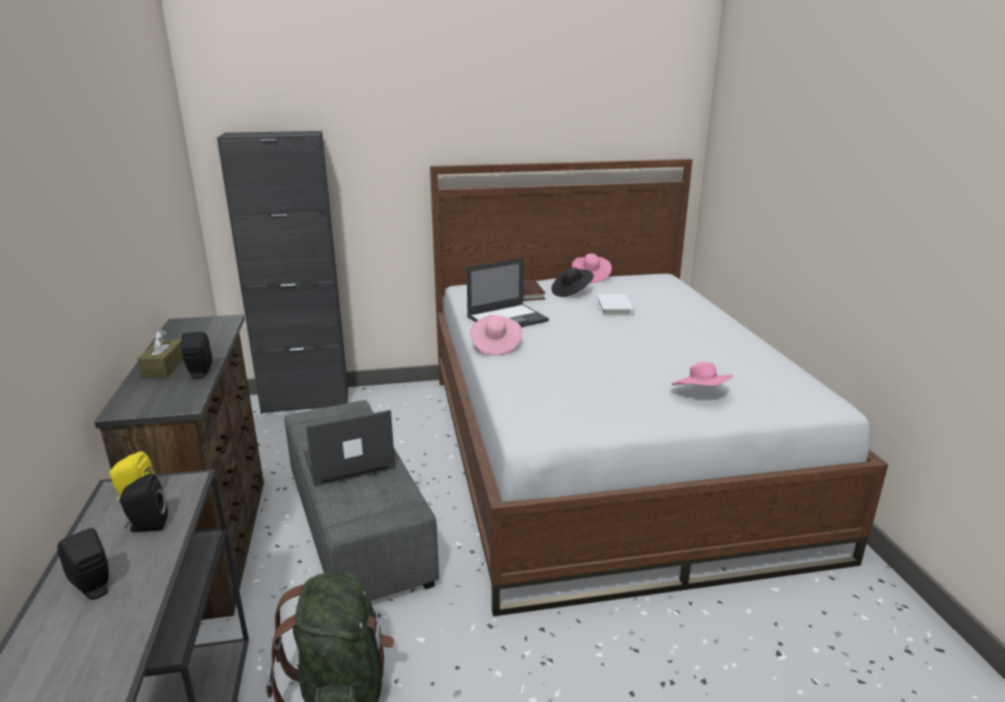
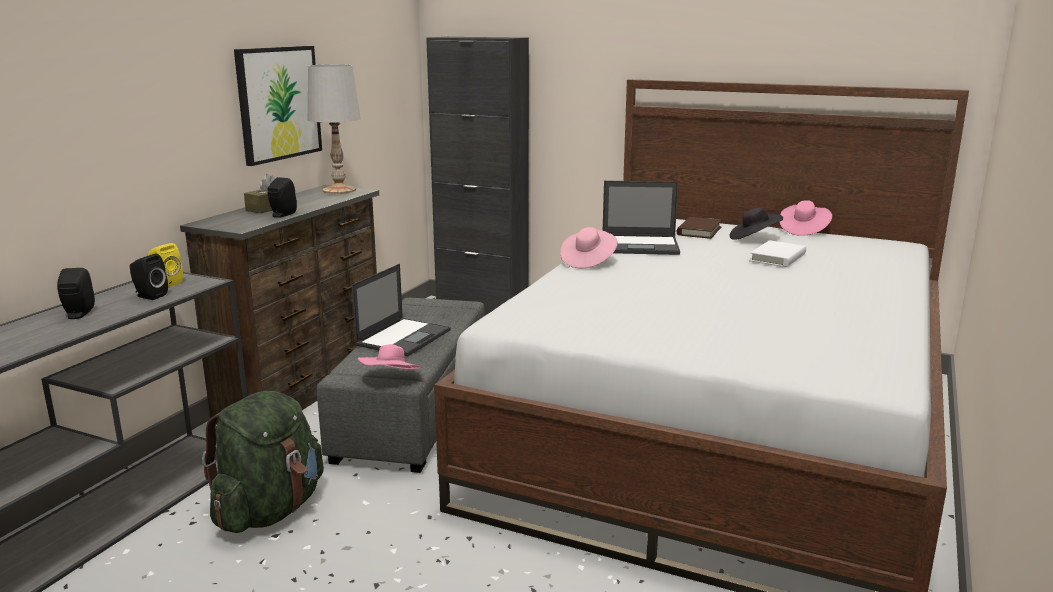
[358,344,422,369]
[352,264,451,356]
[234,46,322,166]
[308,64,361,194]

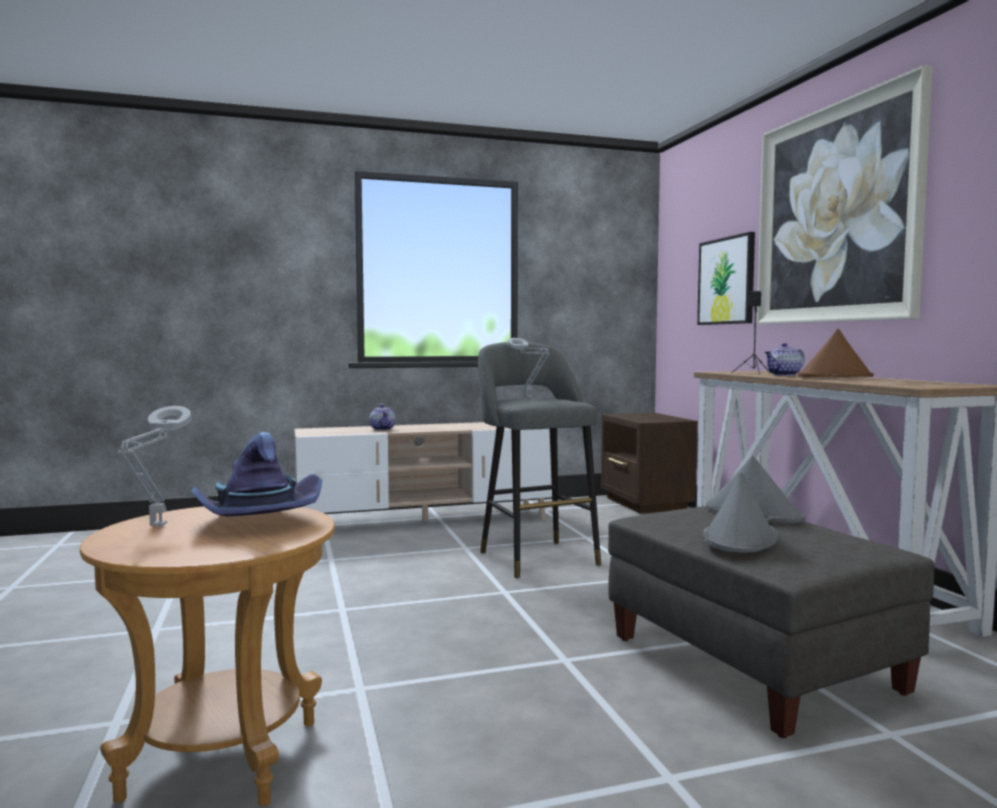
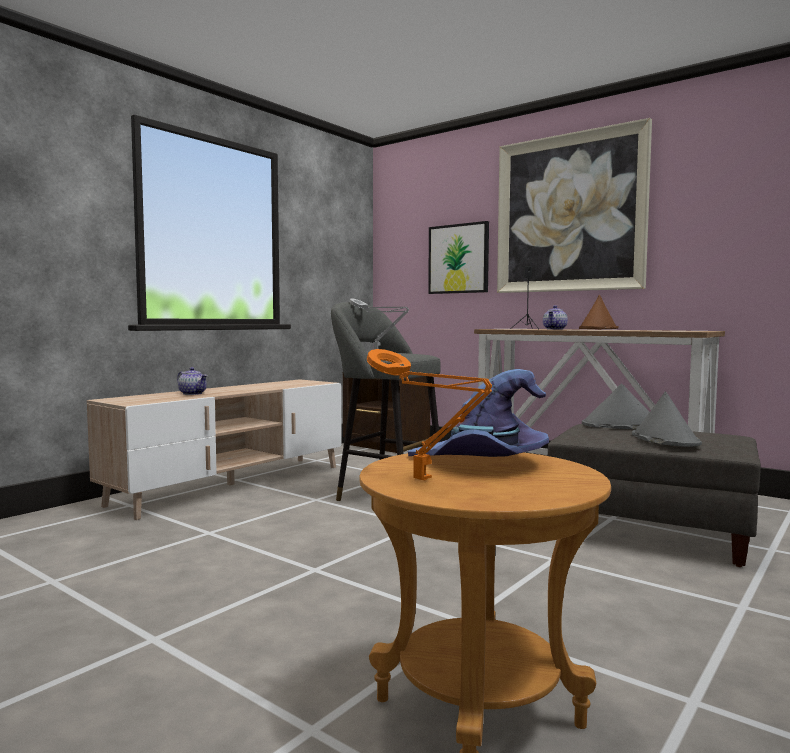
[367,349,492,480]

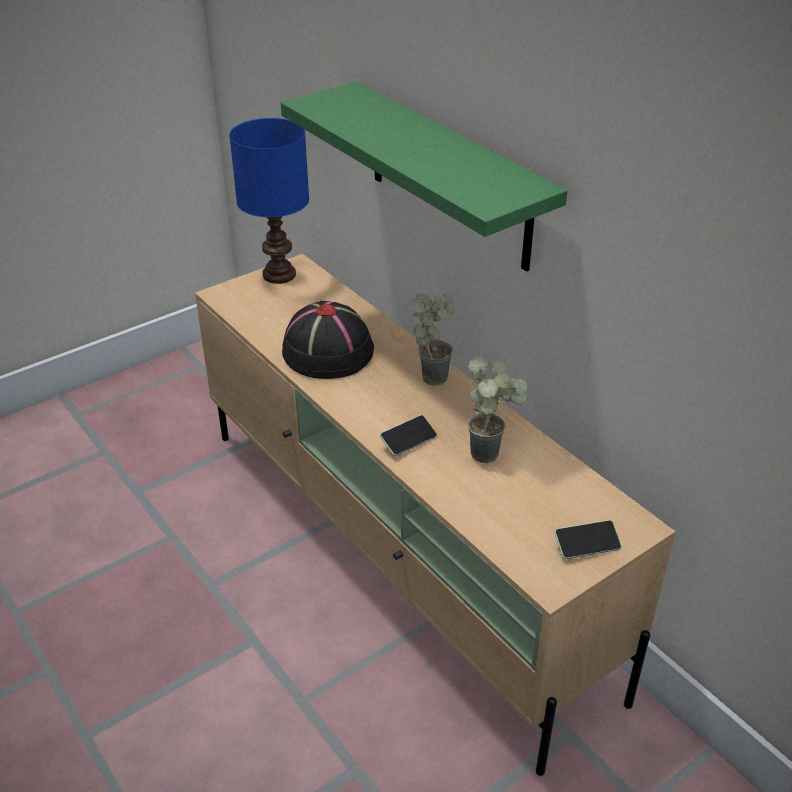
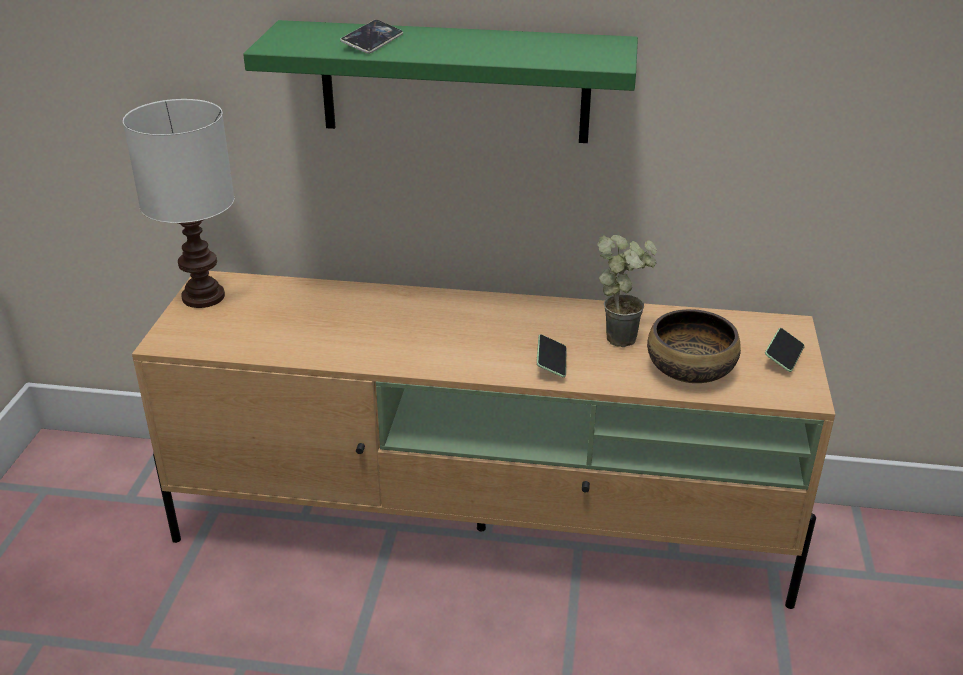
[123,99,234,308]
[411,292,454,386] (first image)
[282,301,374,379] (first image)
[340,20,403,54]
[647,309,741,383]

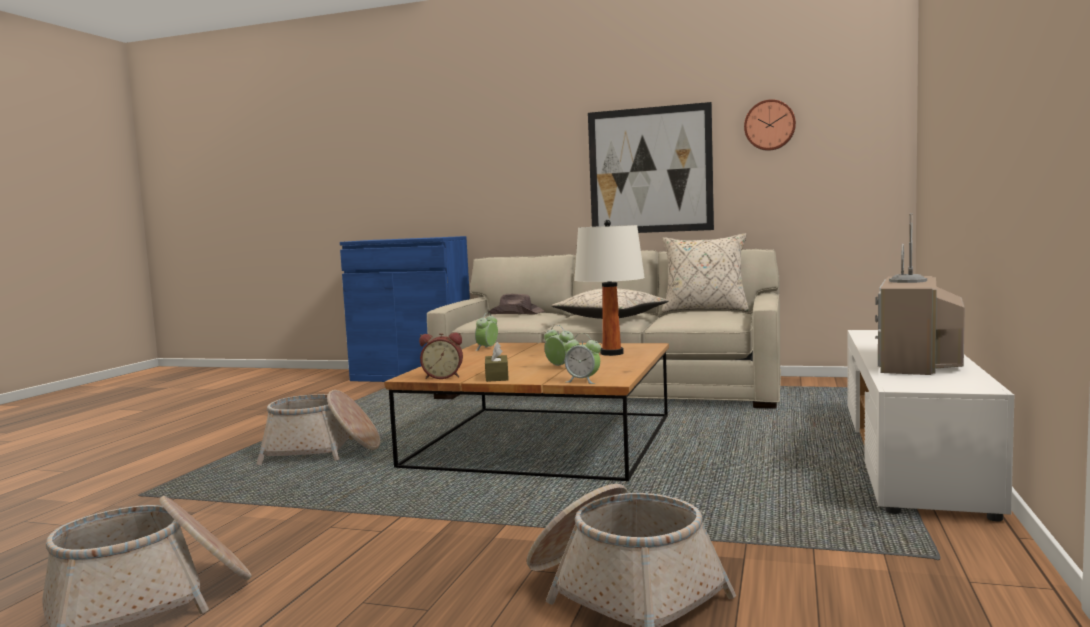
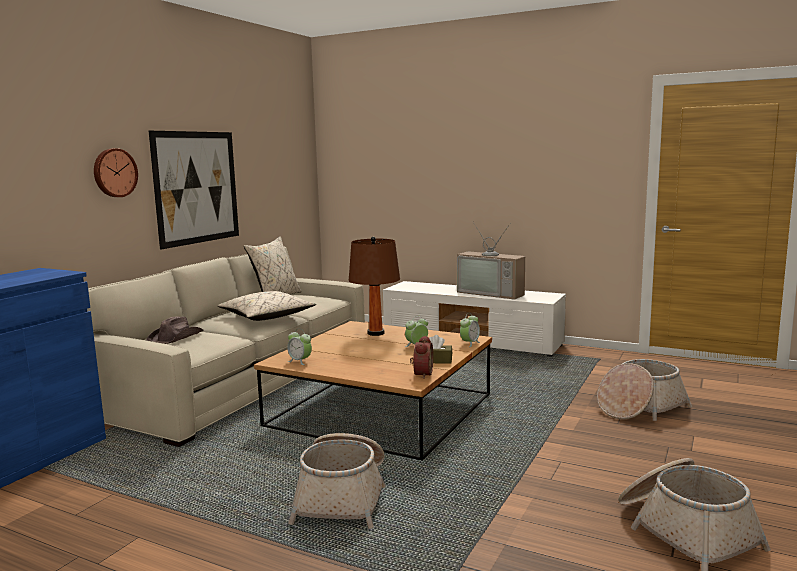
[94,148,138,197]
[348,237,400,336]

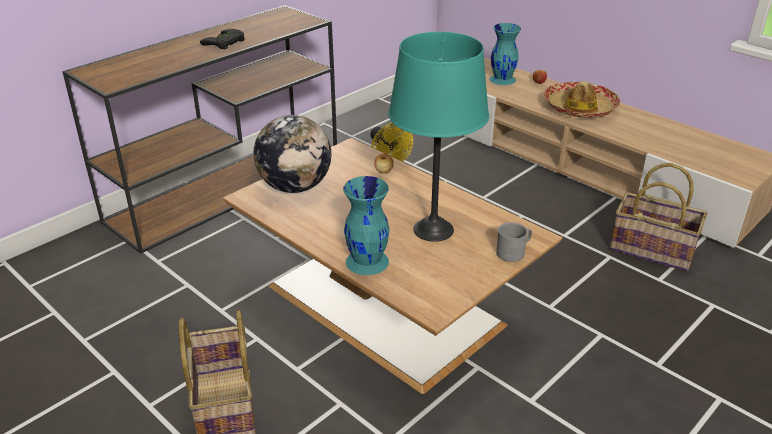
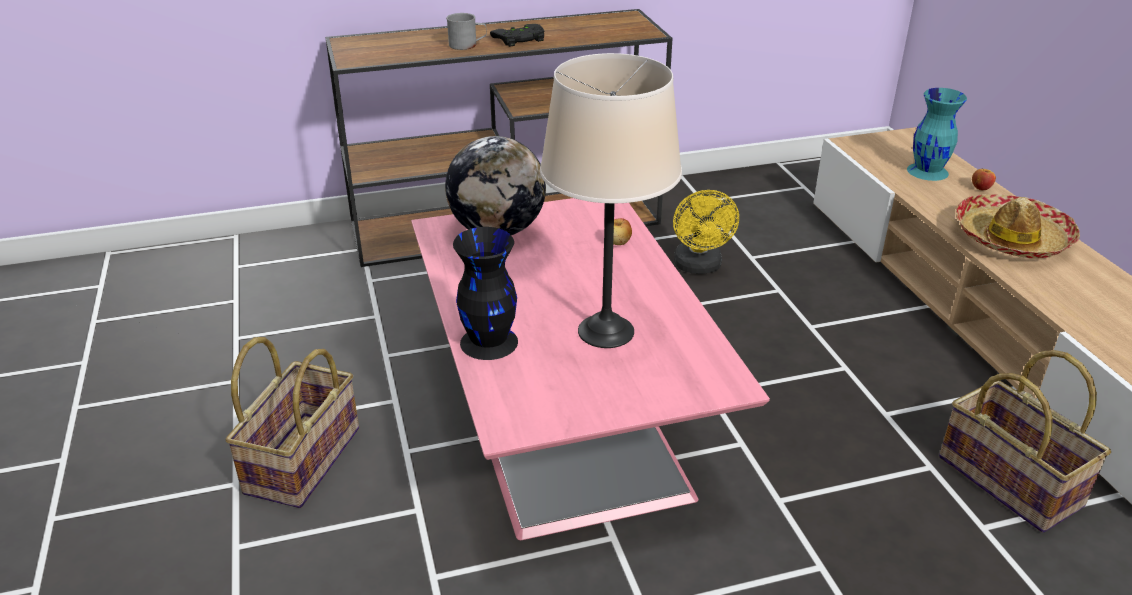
[540,53,682,348]
[411,198,770,540]
[453,227,518,360]
[446,13,487,50]

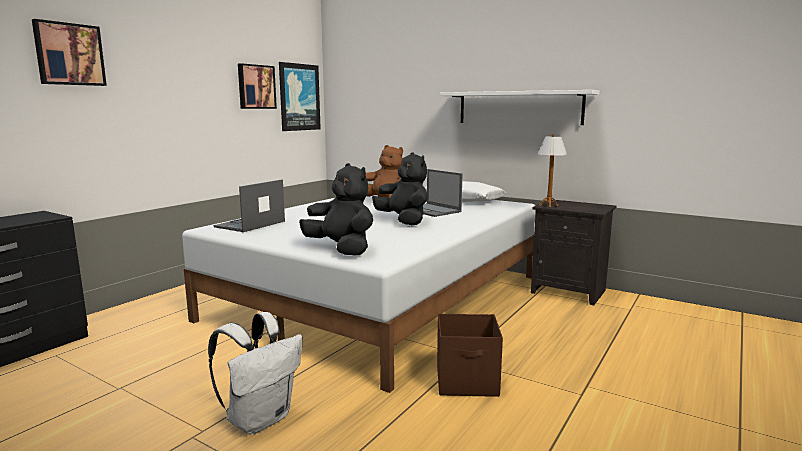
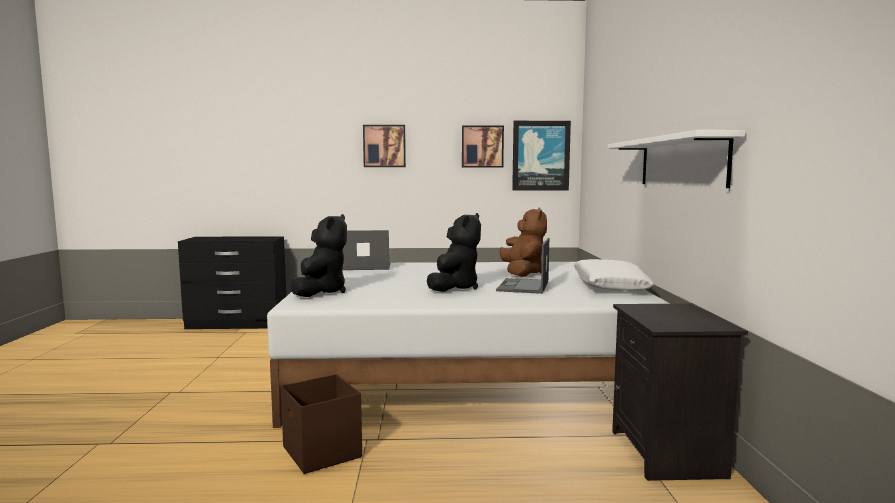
[363,125,406,167]
[538,134,567,208] (first image)
[208,312,303,434] (first image)

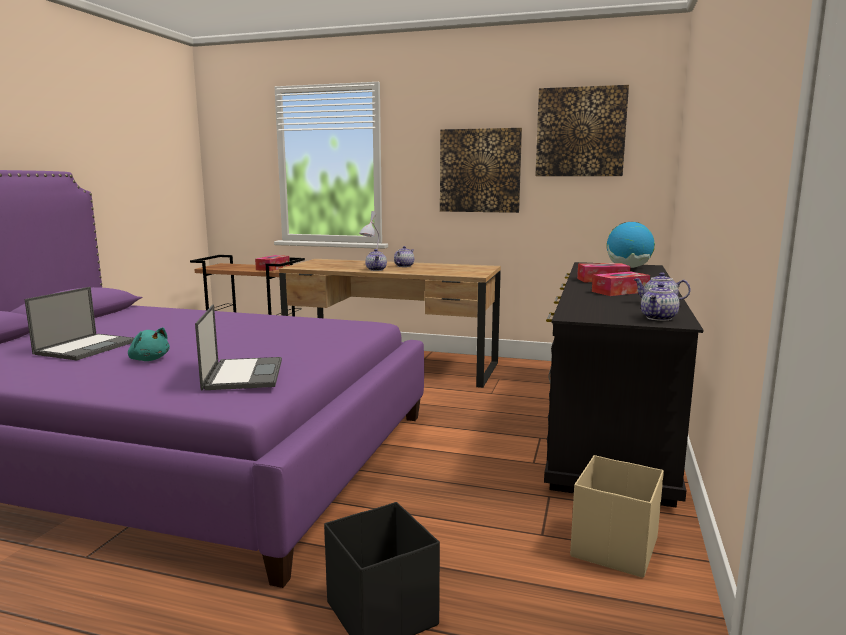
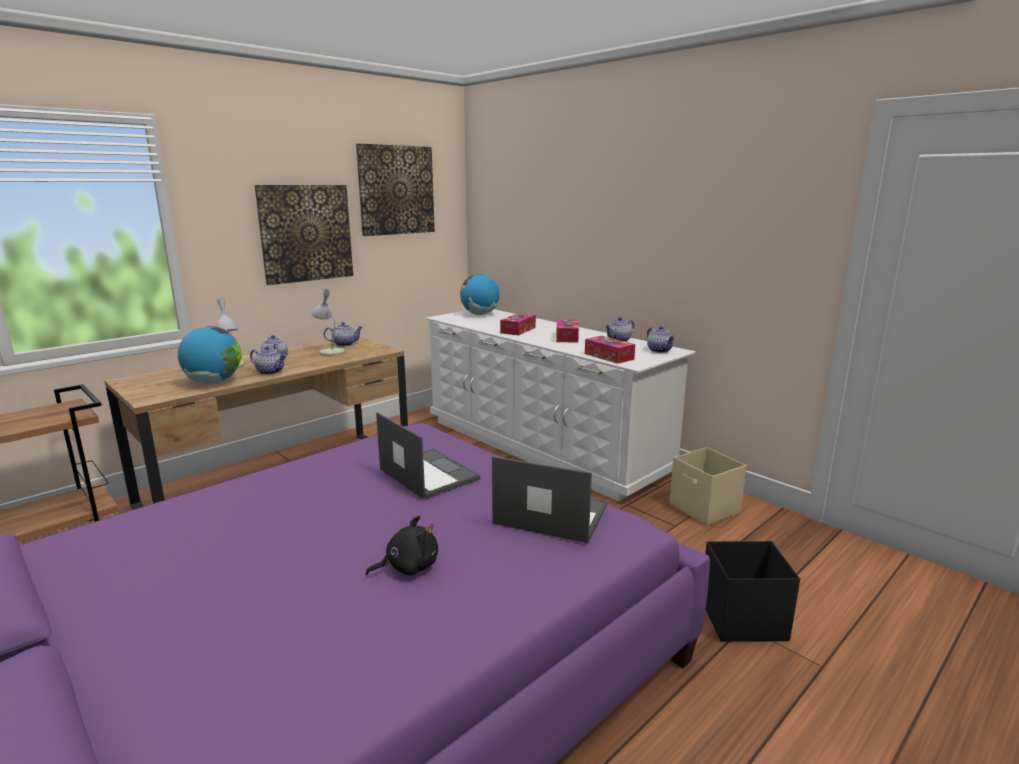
[585,336,635,364]
[425,309,696,502]
[376,412,480,500]
[366,516,438,576]
[311,289,345,357]
[324,322,363,346]
[178,326,241,384]

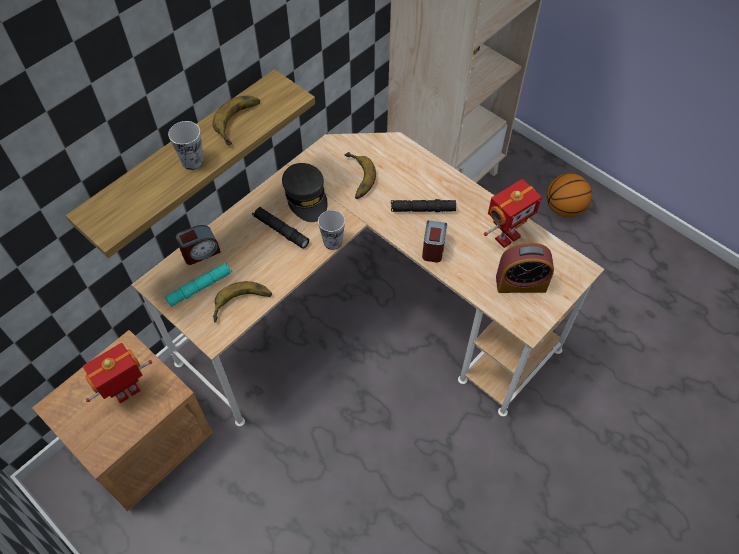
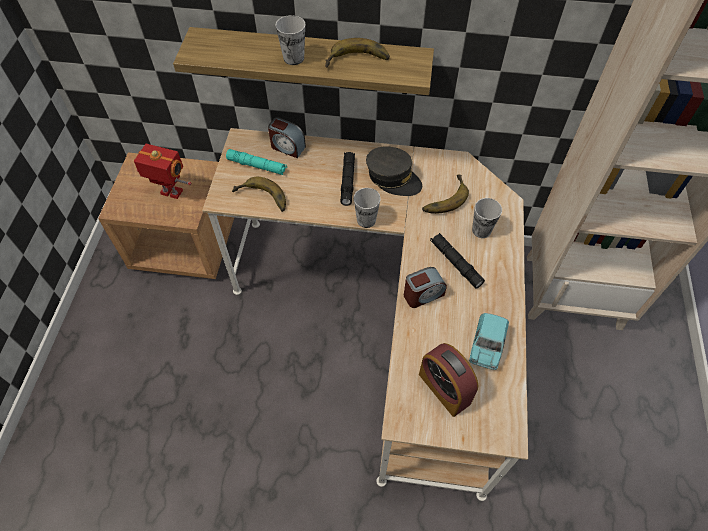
[366,146,422,196]
[547,173,592,217] (first image)
[469,313,509,370]
[472,198,502,238]

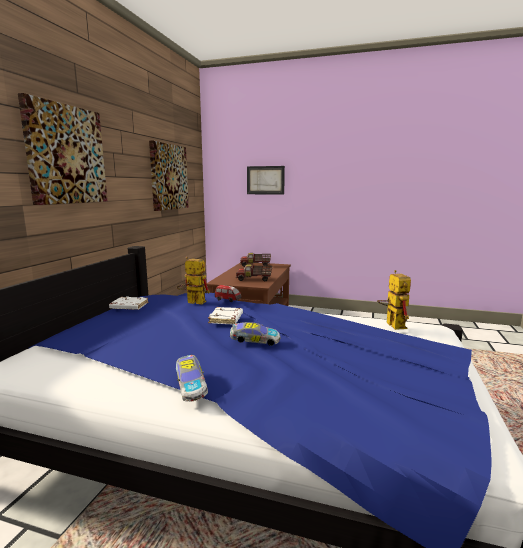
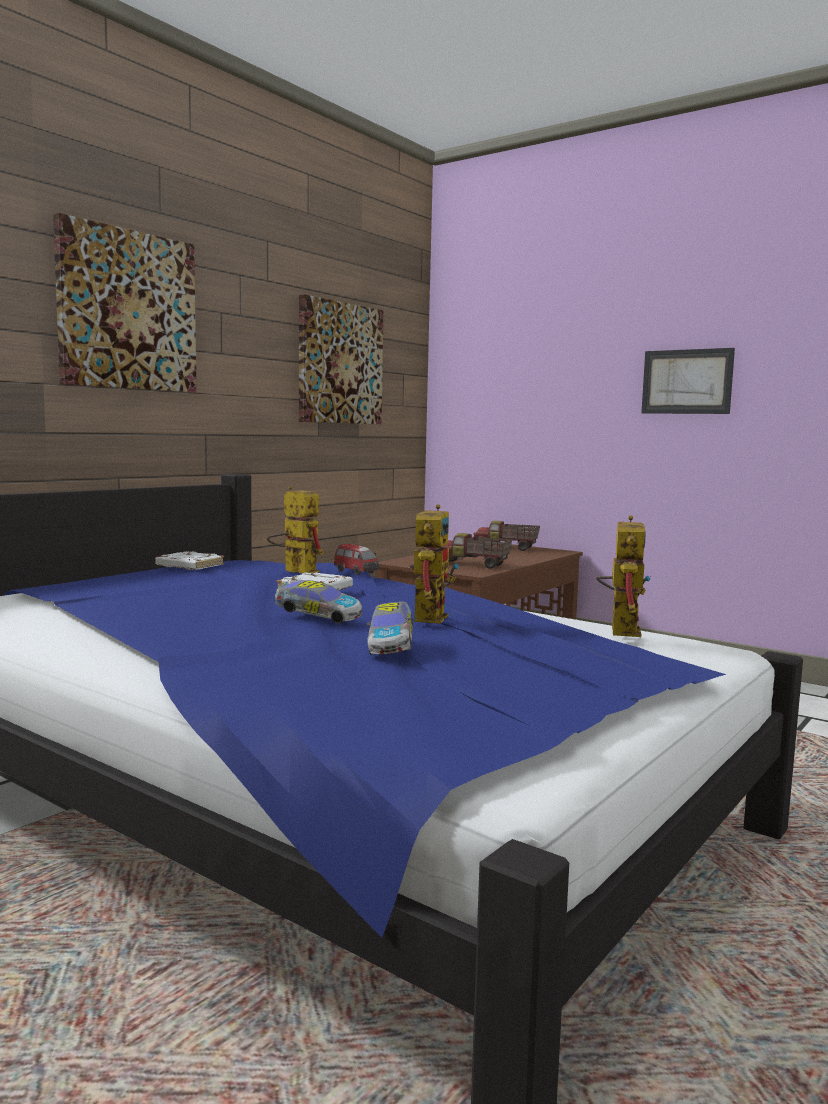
[641,348,735,414]
[366,601,413,655]
[409,504,459,624]

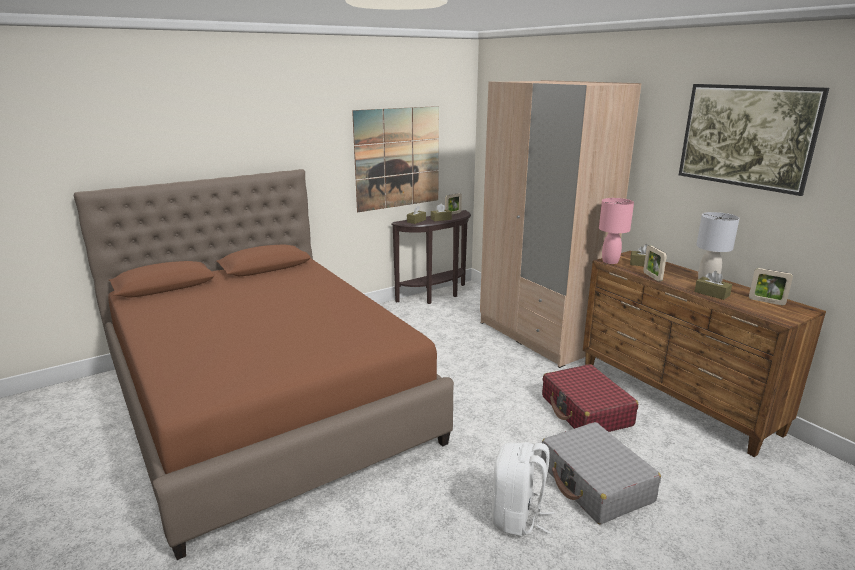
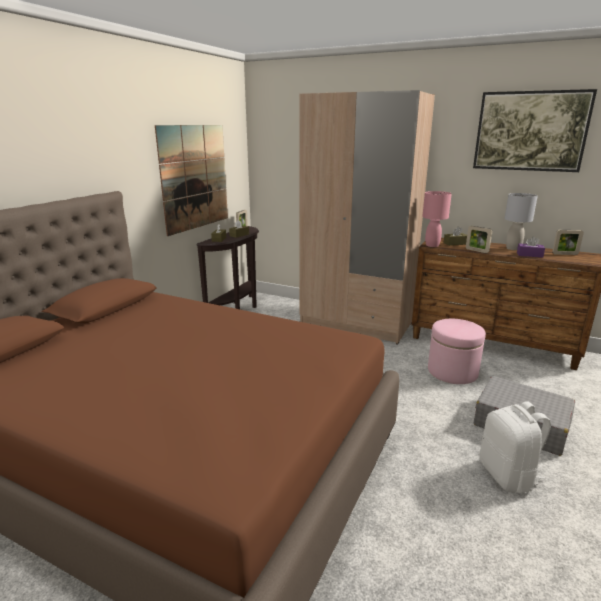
[517,236,545,258]
[428,319,486,384]

